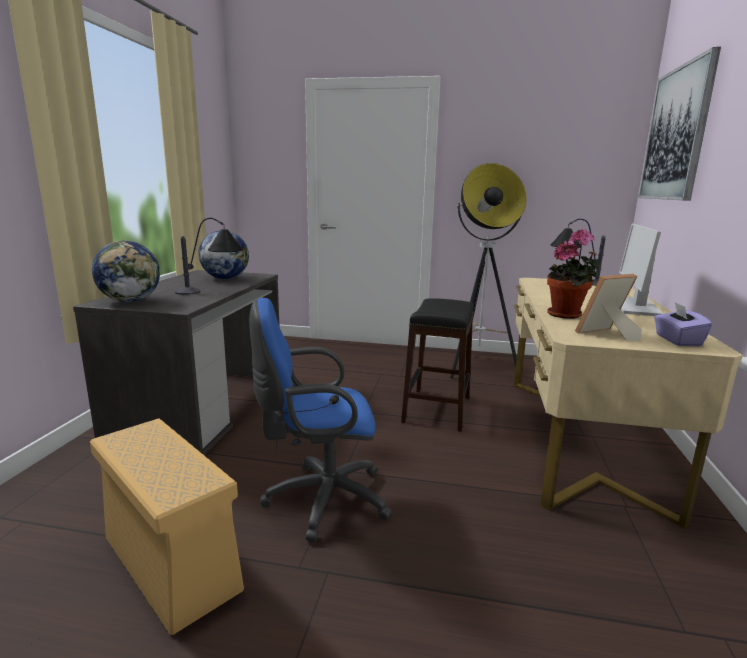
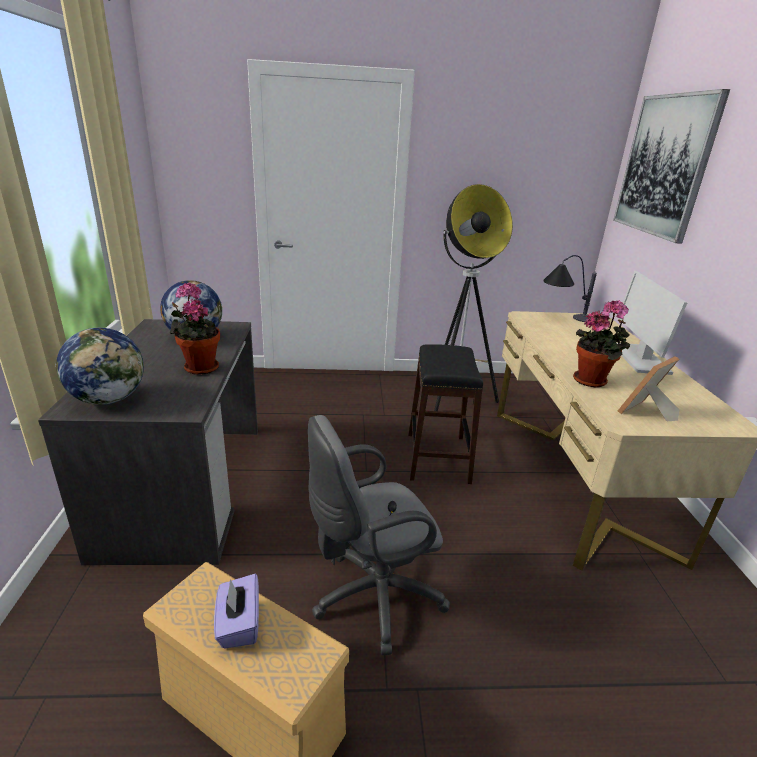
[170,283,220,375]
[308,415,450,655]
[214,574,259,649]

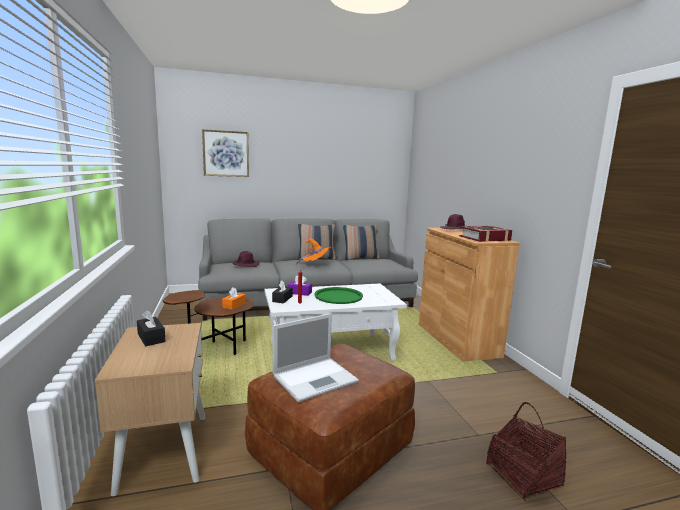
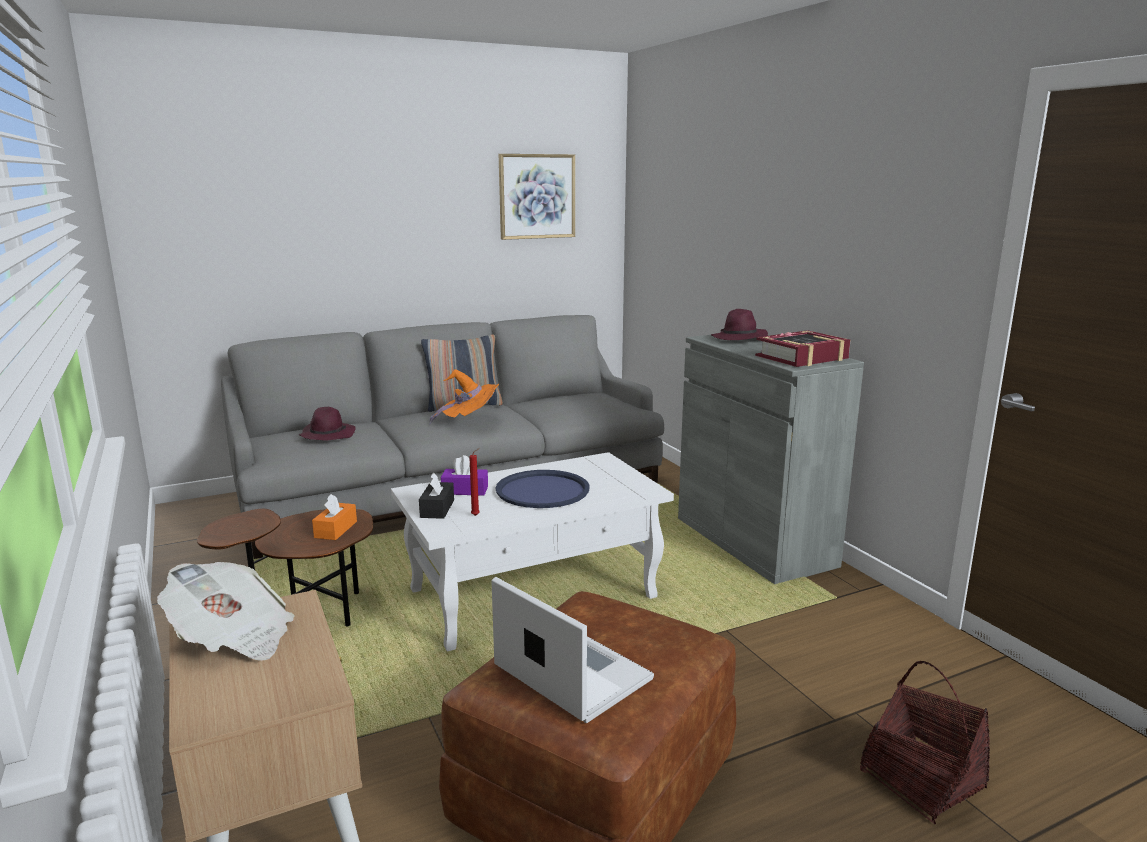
[499,154,575,240]
[343,225,380,260] (first image)
[678,335,864,584]
[496,470,590,508]
[157,562,295,661]
[492,577,654,723]

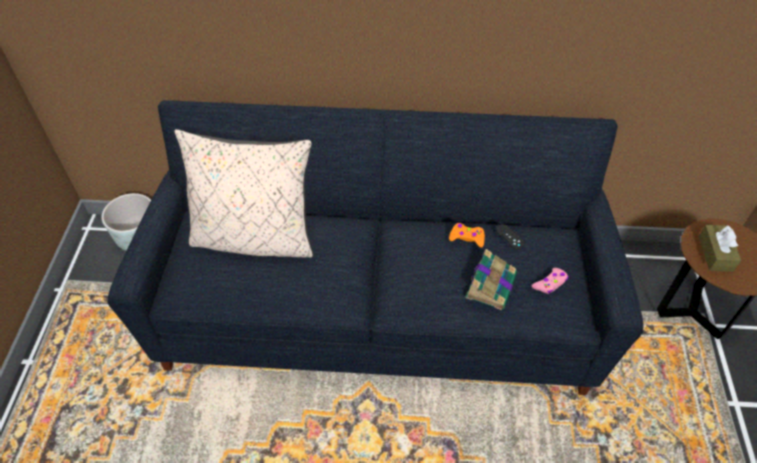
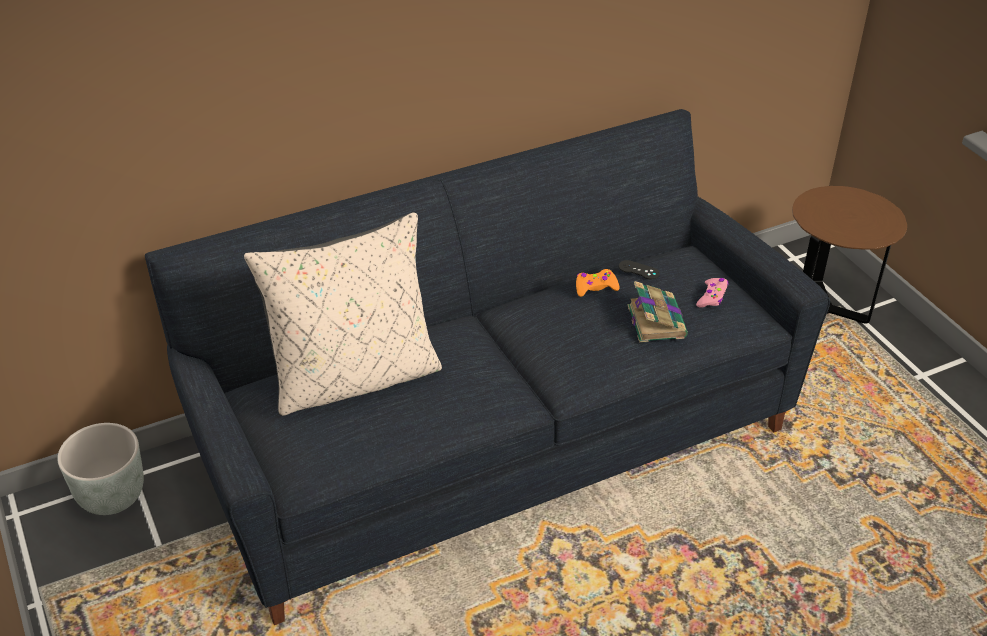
[699,225,741,272] (first image)

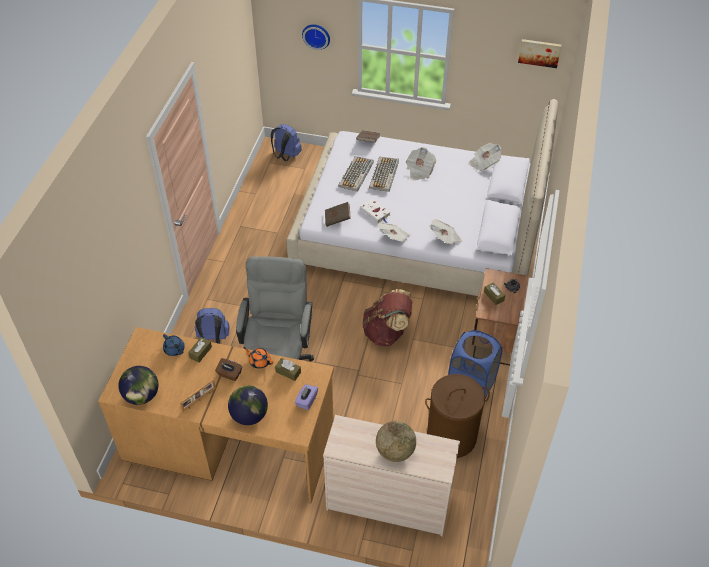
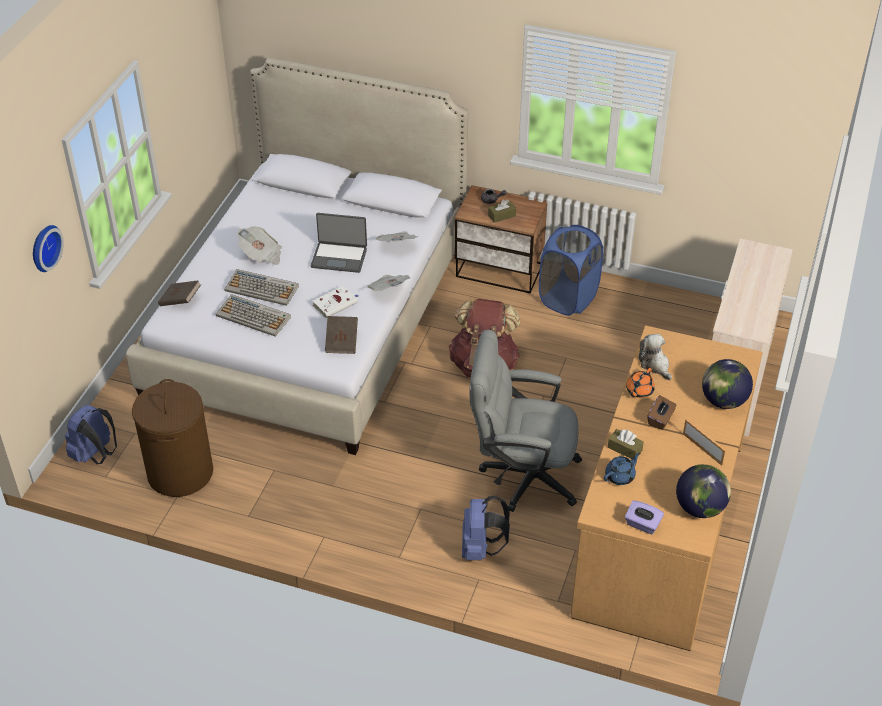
[518,39,561,68] (first image)
[468,143,501,171] (first image)
[639,334,672,380]
[132,379,213,497]
[625,500,664,534]
[376,421,416,462] (first image)
[310,213,367,273]

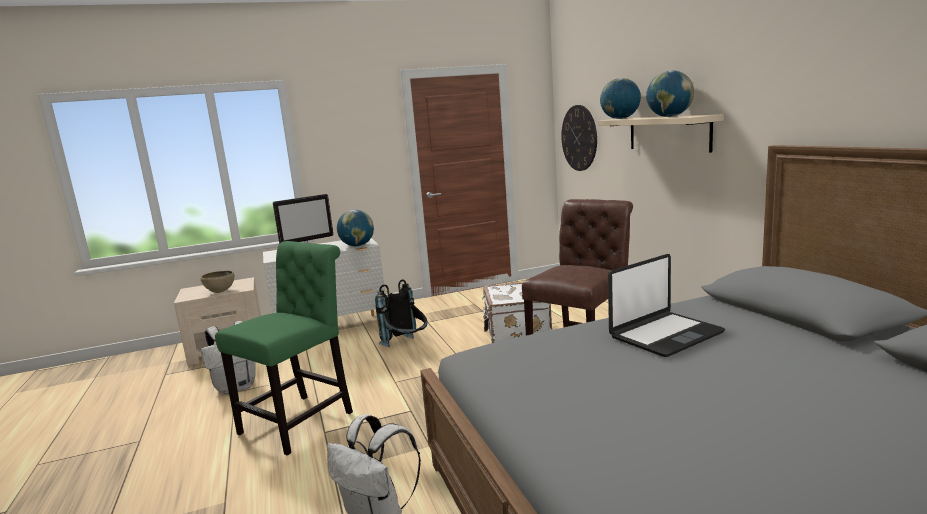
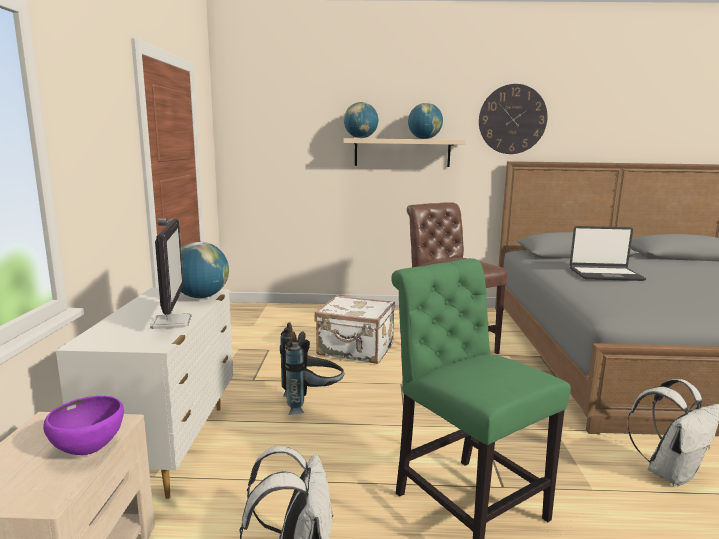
[479,84,548,154]
[570,226,646,281]
[43,396,124,455]

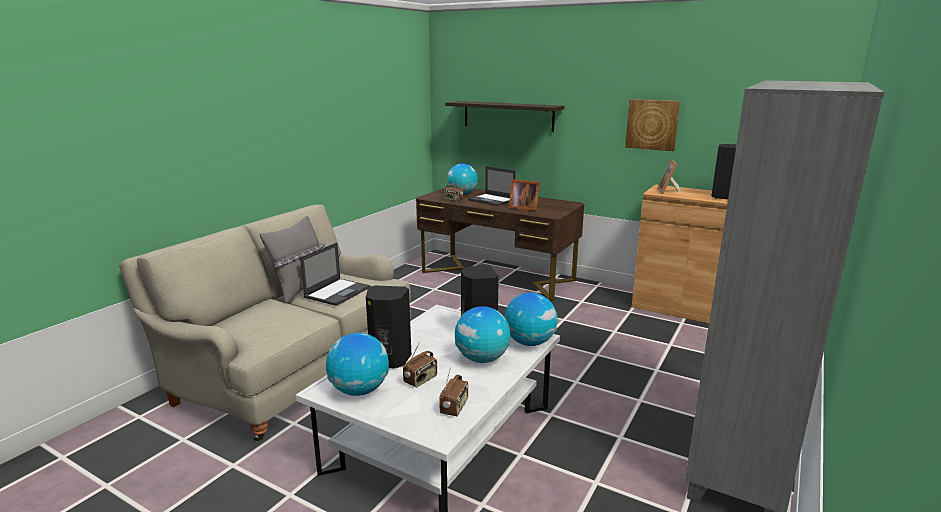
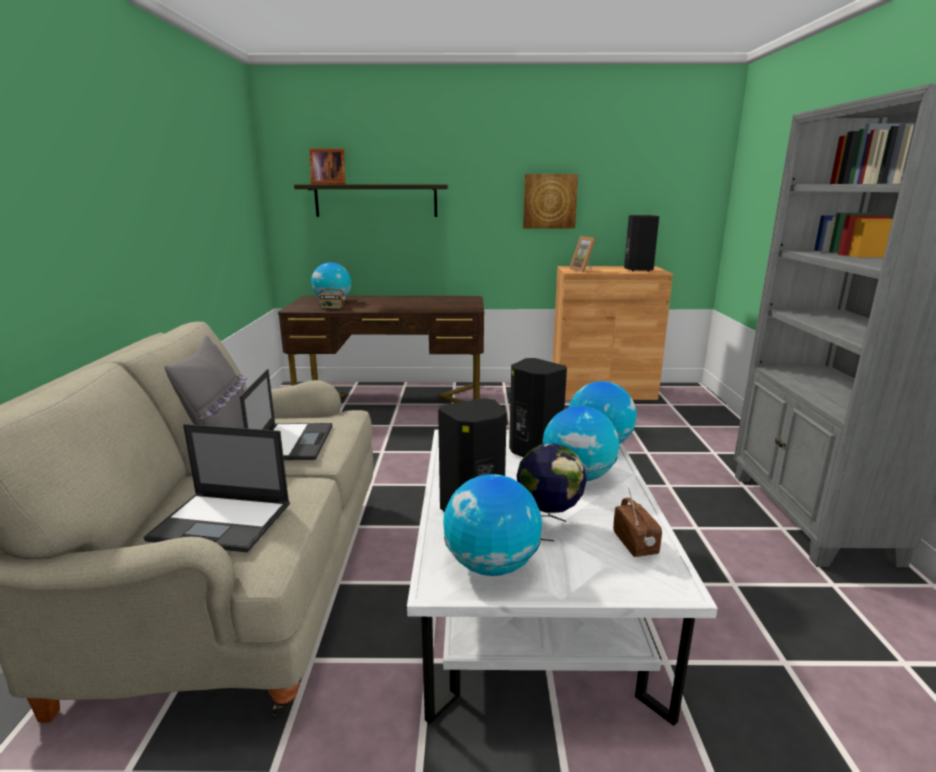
[144,424,290,553]
[309,149,345,184]
[517,443,586,541]

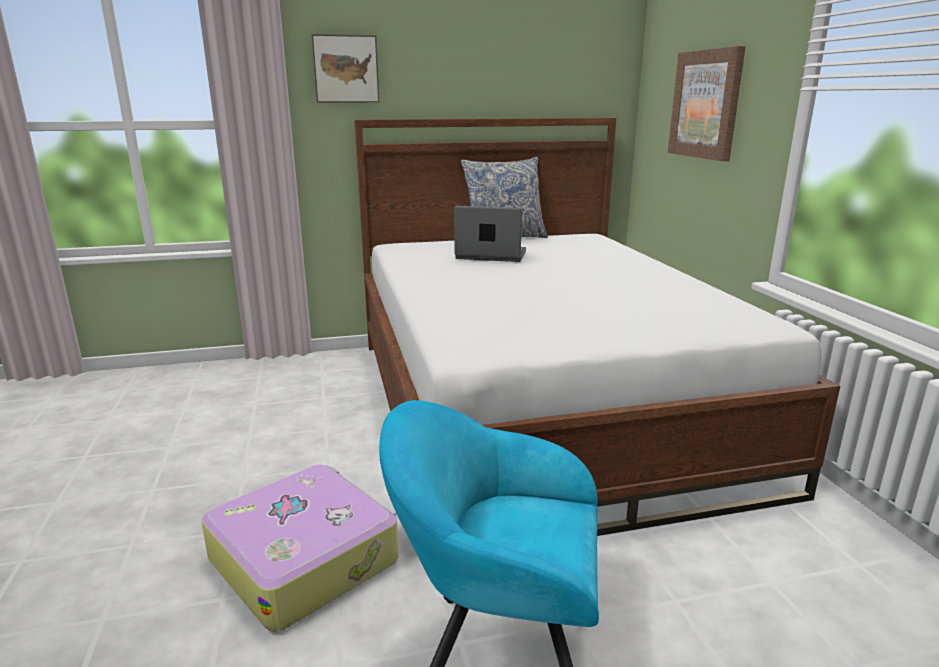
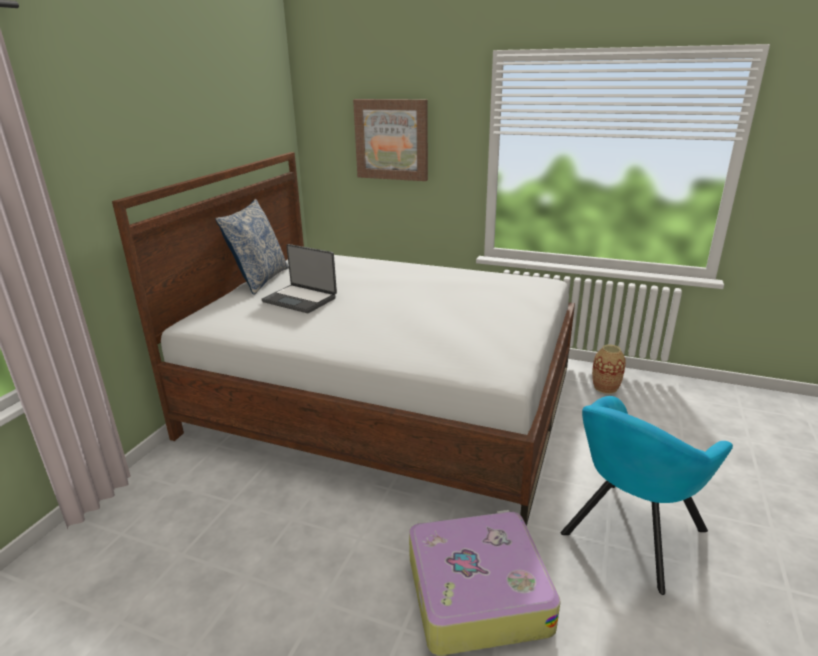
[312,34,379,102] (first image)
[262,244,337,313]
[592,344,626,394]

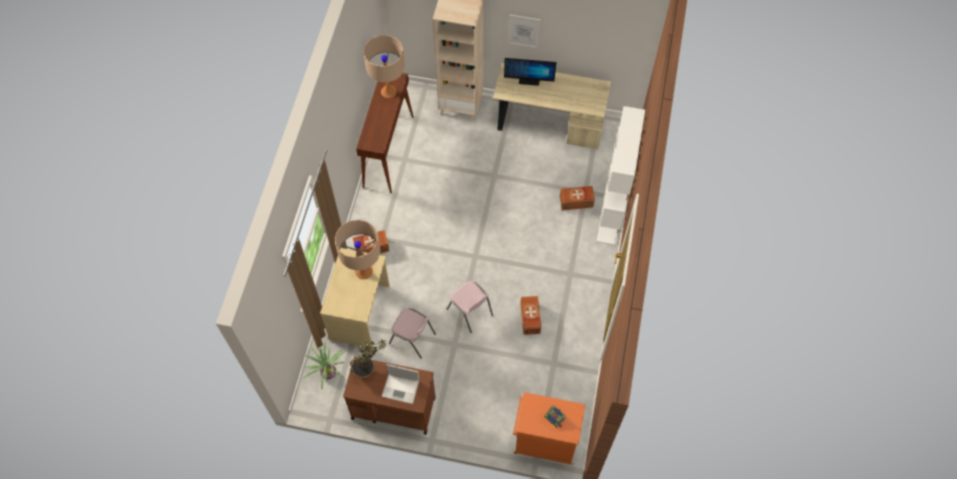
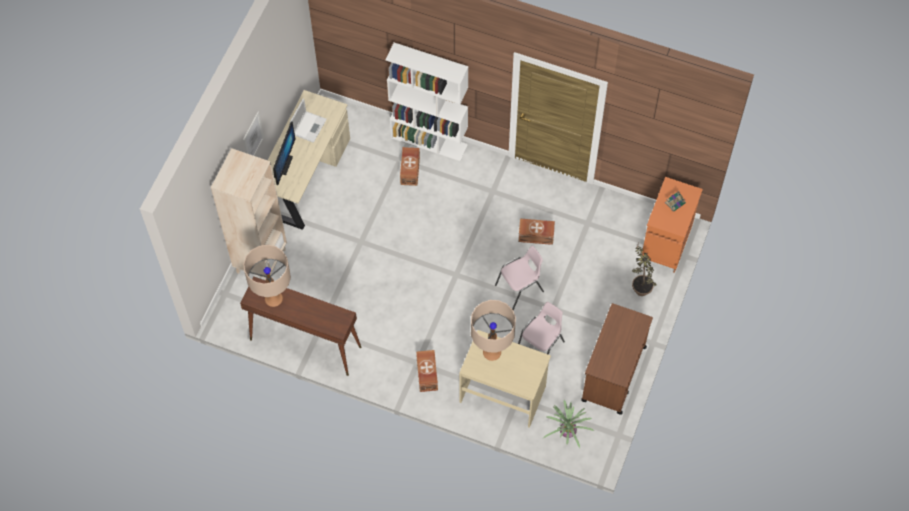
[632,243,657,296]
[290,98,327,143]

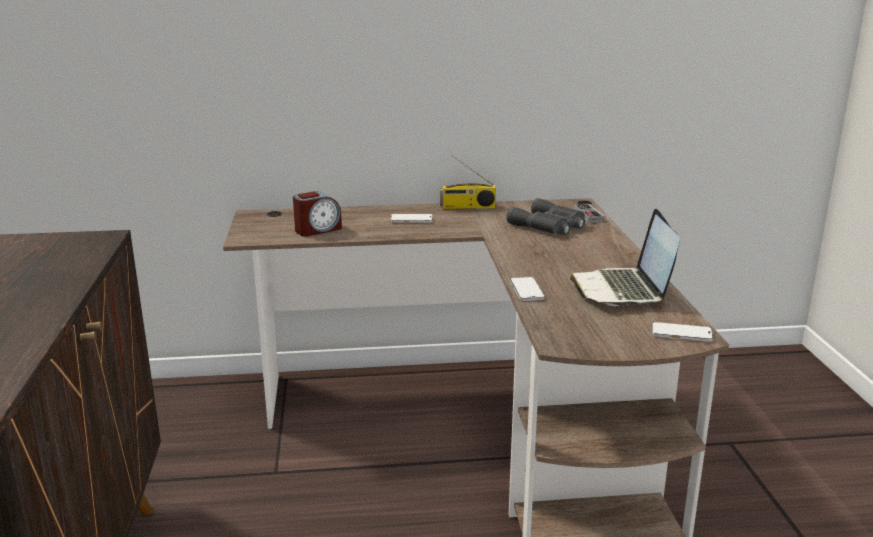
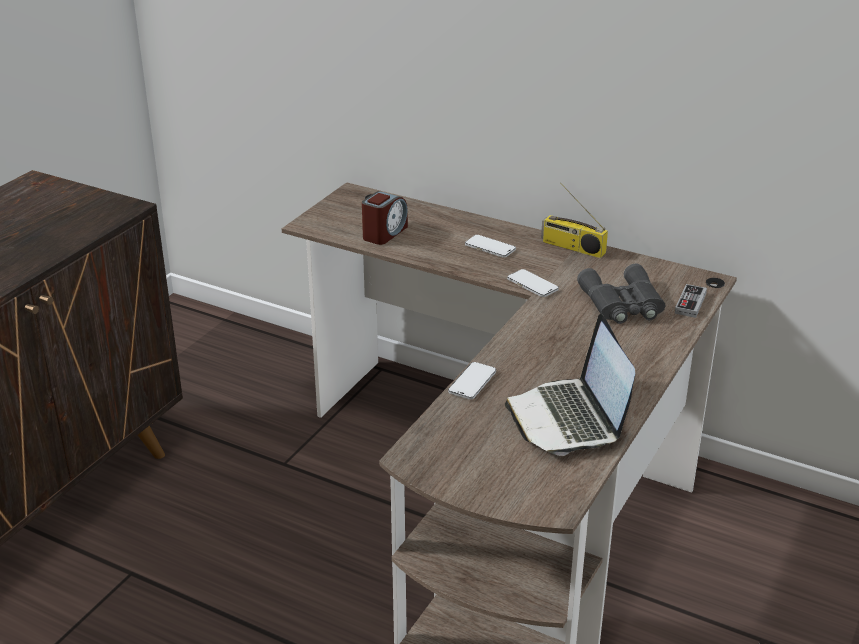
[362,191,408,245]
[505,314,635,456]
[507,269,559,297]

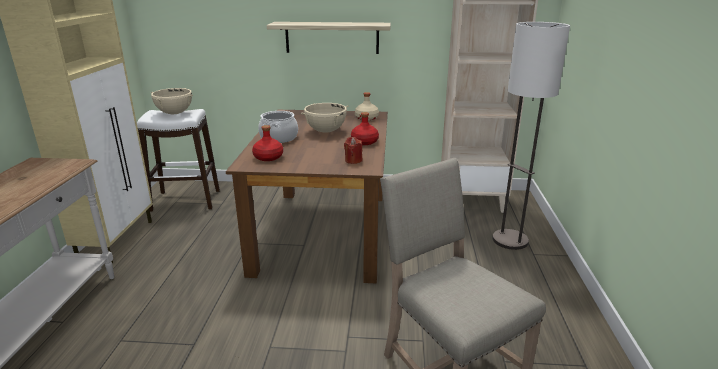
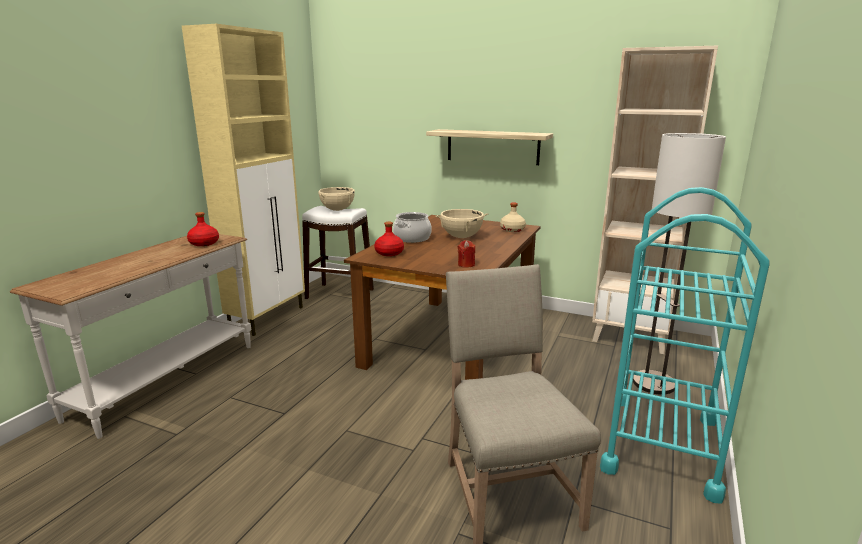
[187,212,219,246]
[600,187,770,504]

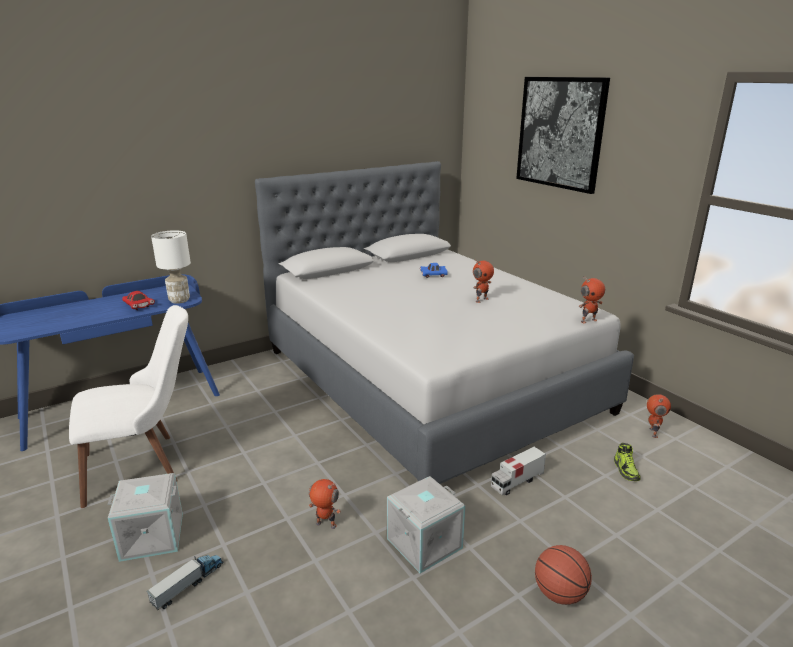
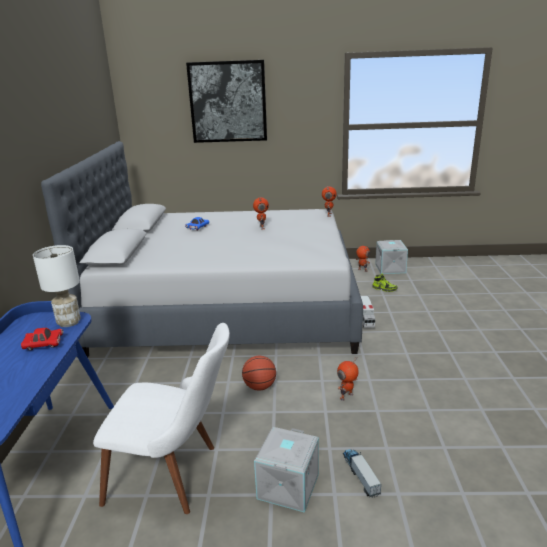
[93,323,230,514]
[375,240,408,274]
[242,356,276,391]

